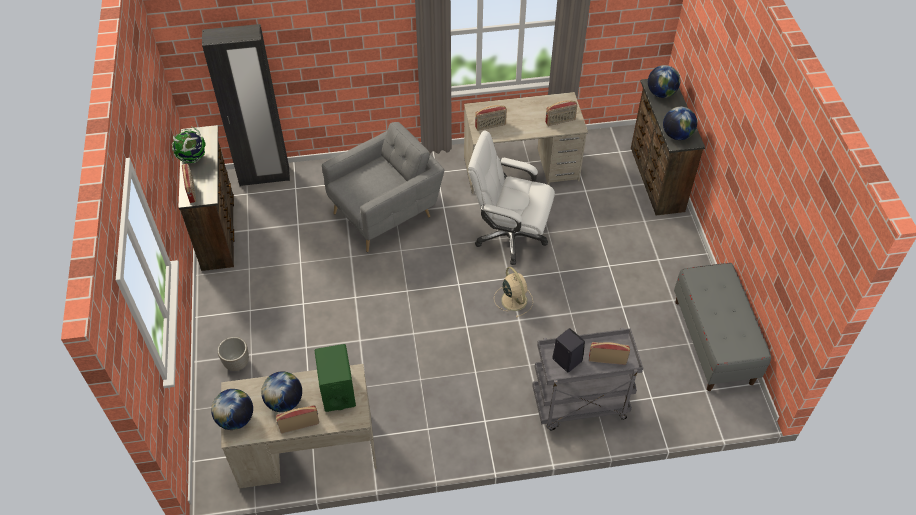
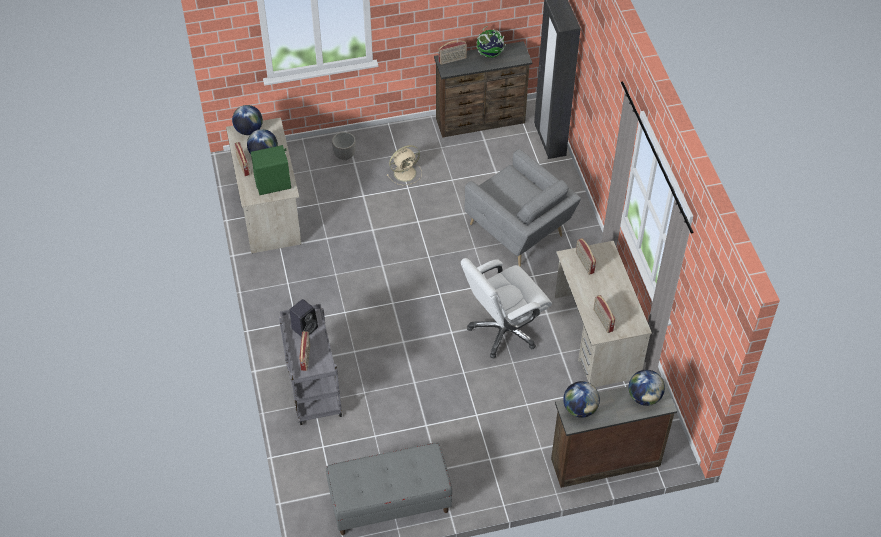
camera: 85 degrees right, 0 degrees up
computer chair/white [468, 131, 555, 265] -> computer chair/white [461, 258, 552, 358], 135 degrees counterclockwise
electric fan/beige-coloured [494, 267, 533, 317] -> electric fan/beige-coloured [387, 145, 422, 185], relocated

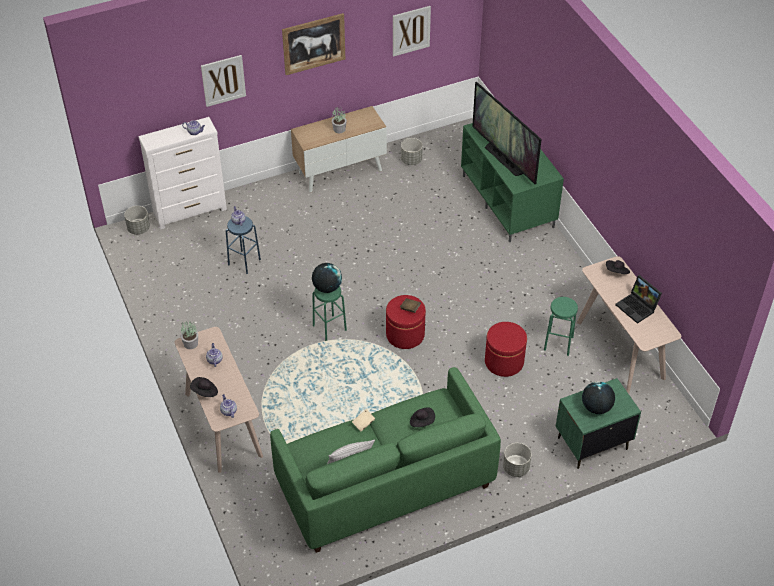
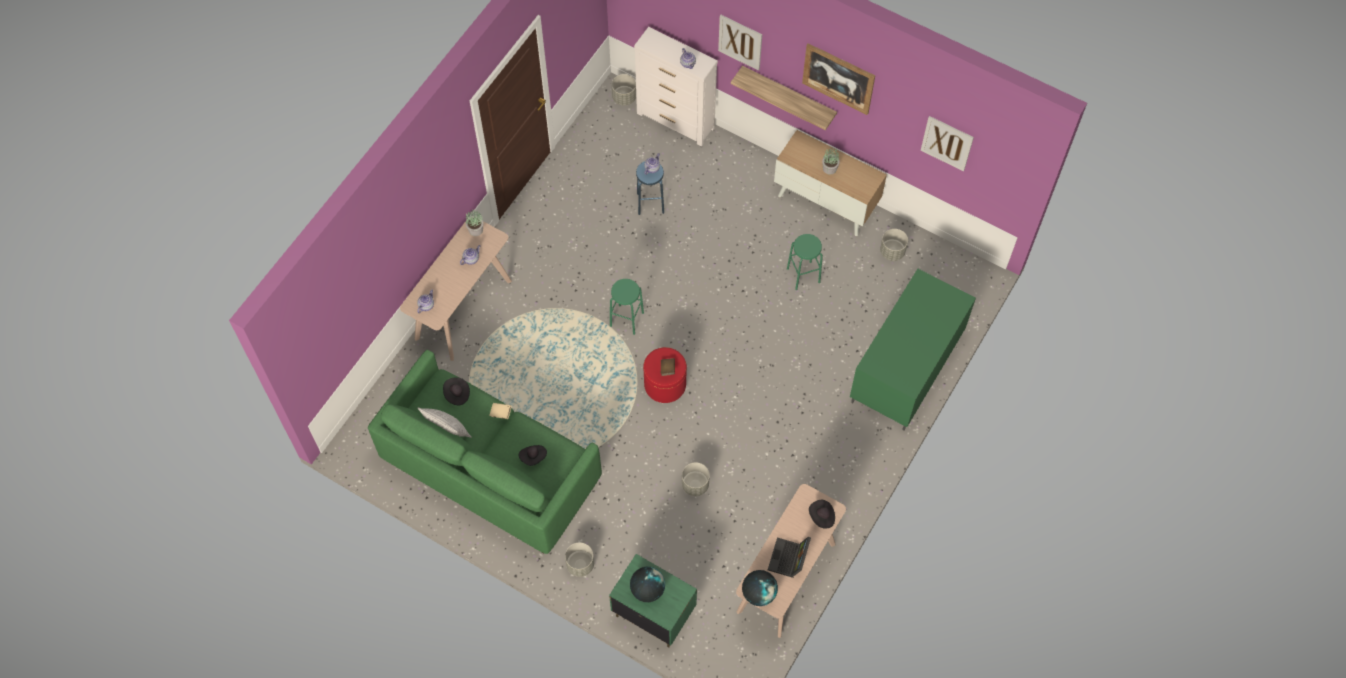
camera: 55 degrees right, 15 degrees up
TV set [472, 82, 542, 184] -> none
world globe [312, 263, 342, 293] -> world globe [742, 570, 778, 606], relocated
stool/green-coloured [544, 297, 578, 356] -> stool/green-coloured [787, 234, 823, 290], relocated
footrest/red-coloured [485, 322, 527, 377] -> flower pot/grey [682, 462, 710, 496]
hat/blackish [190, 377, 218, 397] -> hat/blackish [443, 377, 470, 405], relocated
none -> wall shelf [731, 66, 837, 130]

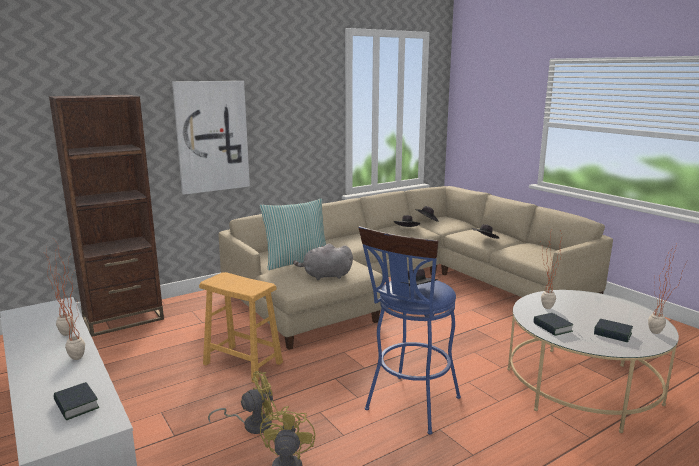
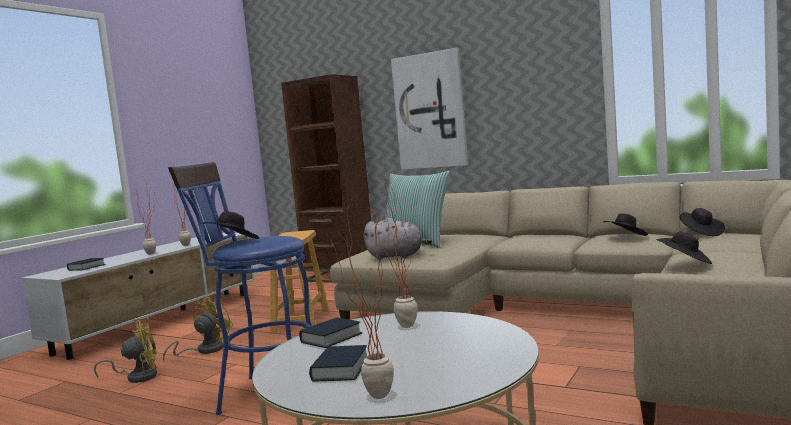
camera: 65 degrees right, 10 degrees down
cuddly toy/grey [293, 244, 353, 280] -> cuddly toy/grey [363, 218, 432, 259], 135 degrees clockwise
electric fan/yellow [208, 371, 278, 434] -> electric fan/yellow [163, 295, 234, 361], 105 degrees counterclockwise

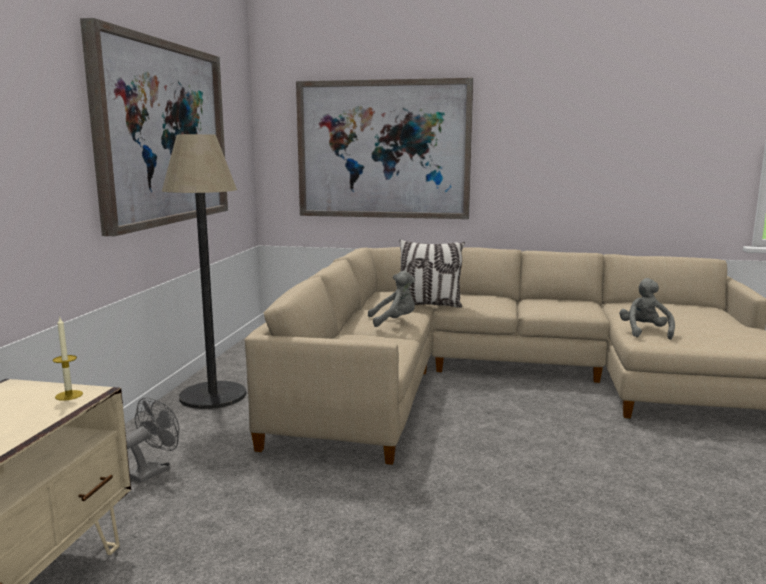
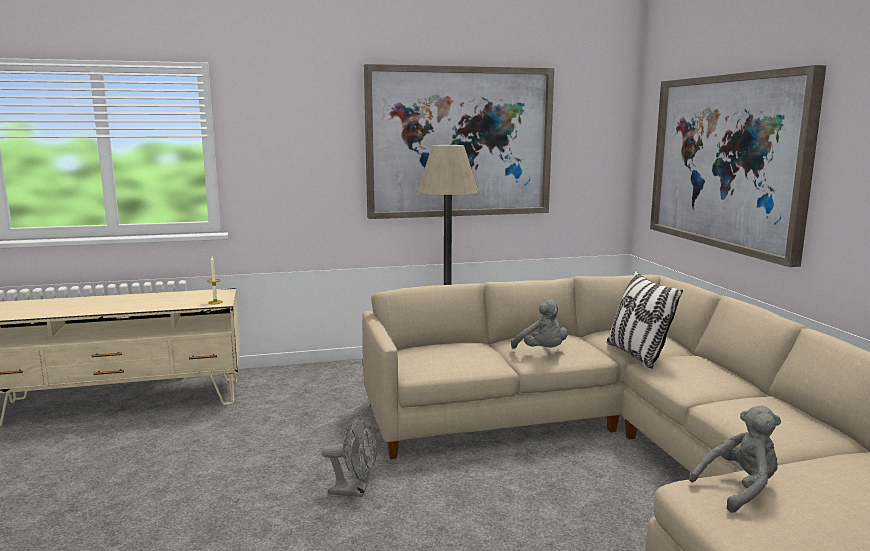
camera: 65 degrees right, 0 degrees up
electric fan/grey [126, 397, 180, 483] -> electric fan/grey [322, 418, 377, 497], relocated

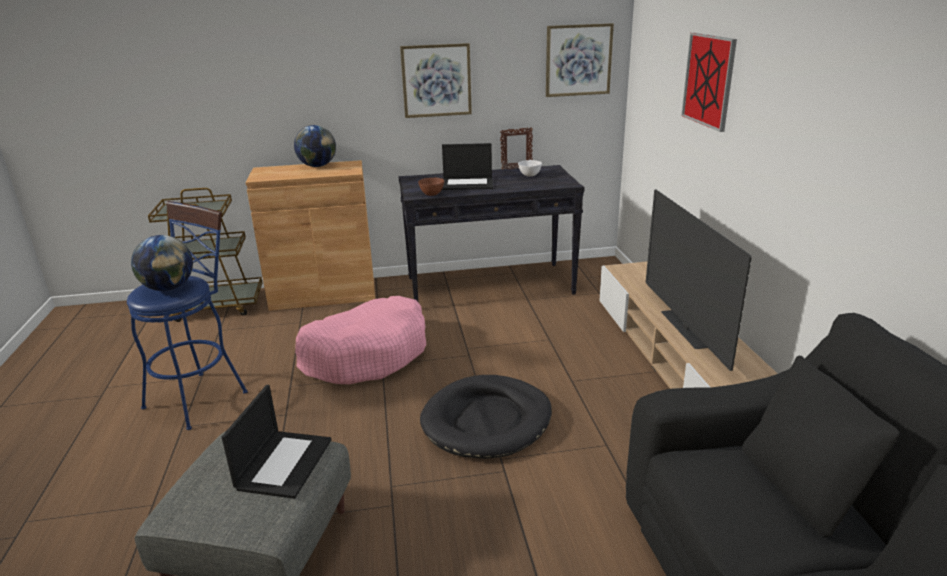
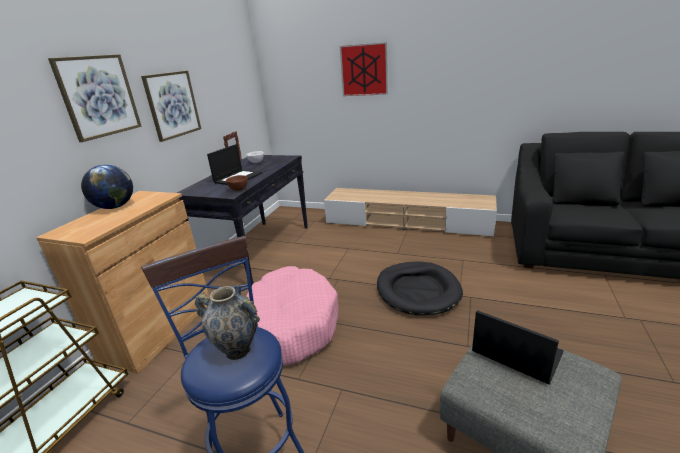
camera: 60 degrees left, 0 degrees up
wall picture [546, 23, 614, 97] -> wall picture [48, 54, 142, 142], relocated
TV set [646, 190, 752, 371] -> none
world globe [131, 235, 193, 291] -> vase [195, 285, 260, 360]

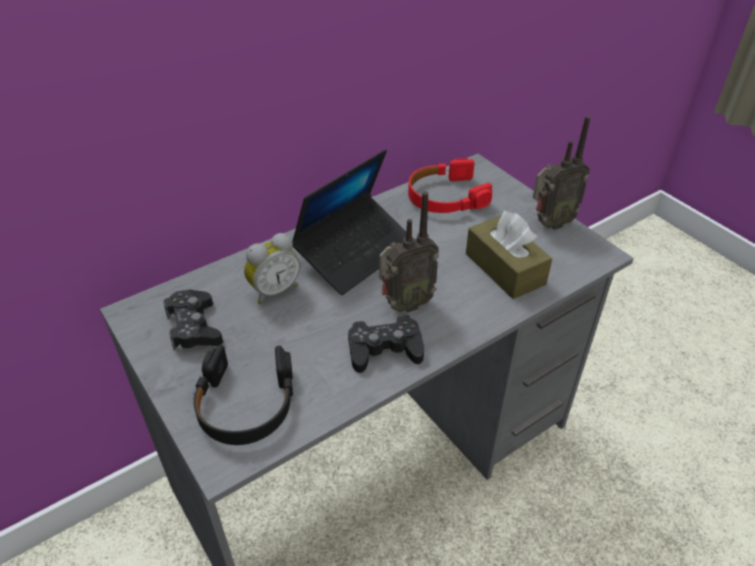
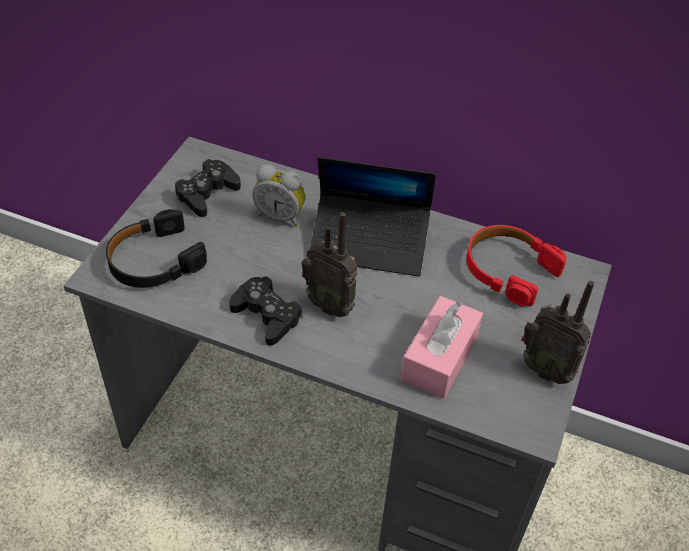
camera: 55 degrees right, 5 degrees up
tissue box/brown [466, 211, 552, 299] -> tissue box/pinkish [400, 296, 483, 399]

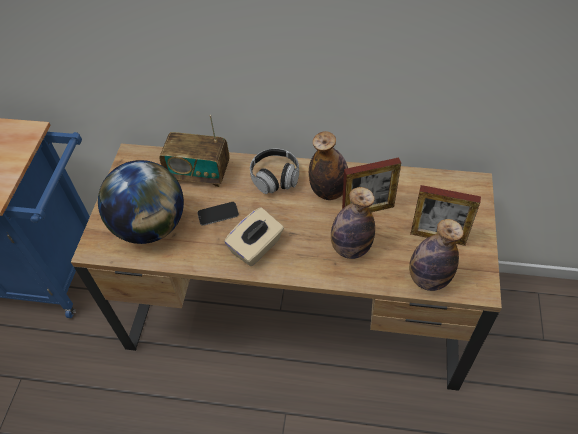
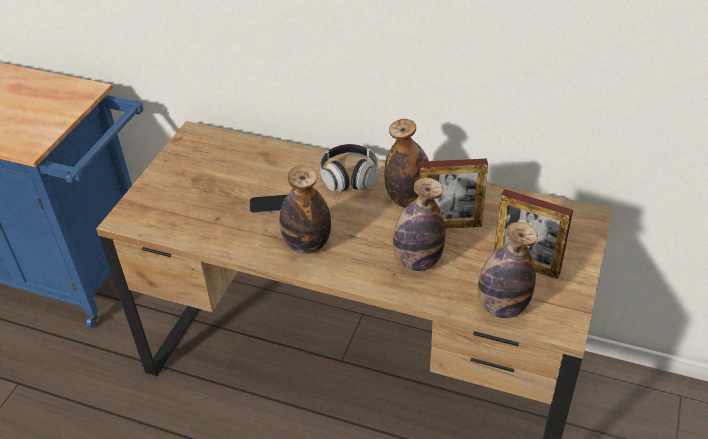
camera: 10 degrees right, 10 degrees down
radio receiver [159, 115, 229, 187] -> none
world globe [98, 160, 184, 244] -> none
tissue box/beige-coloured [224, 207, 284, 266] -> drink bottle [279, 165, 331, 254]

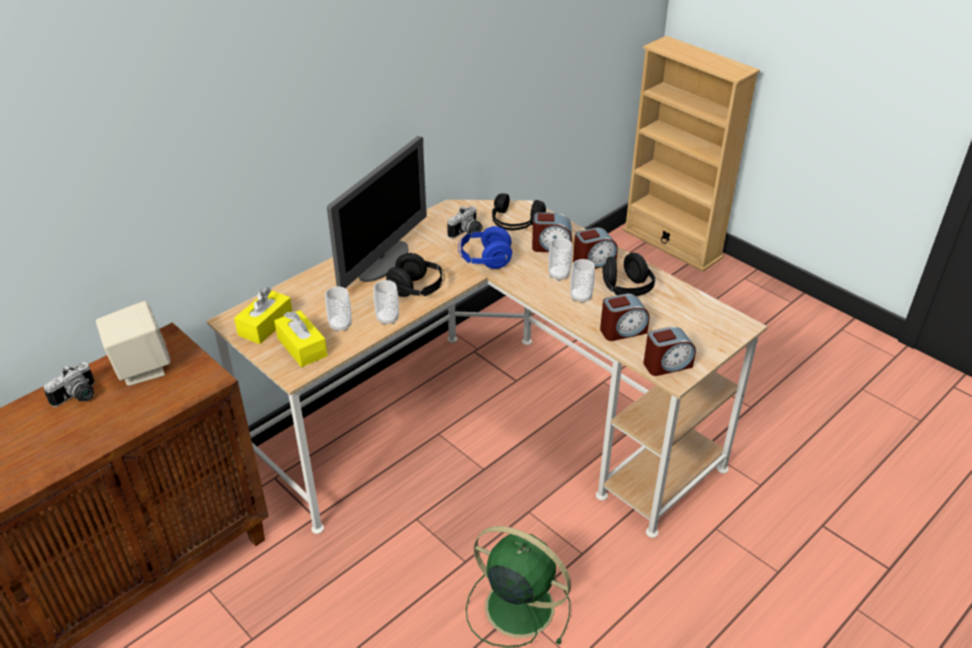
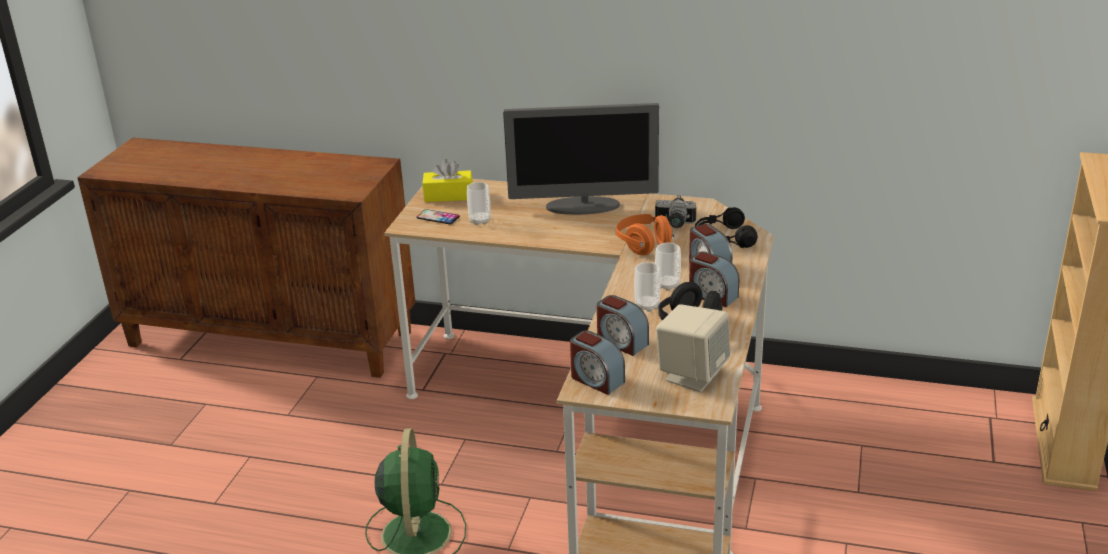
camera: 60 degrees right, 10 degrees down
pair of headphones/bluish [458, 226, 512, 269] -> pair of headphones/orange [616, 214, 674, 256]
pair of headphones/blackish [386, 253, 445, 297] -> none
cup [374, 280, 399, 325] -> none
audio speaker/beige-coloured [96, 301, 171, 386] -> audio speaker/beige-coloured [656, 304, 730, 392], relocated
tissue box/yellow [274, 310, 328, 367] -> handset [417, 209, 460, 224]
photo camera [44, 362, 94, 407] -> none

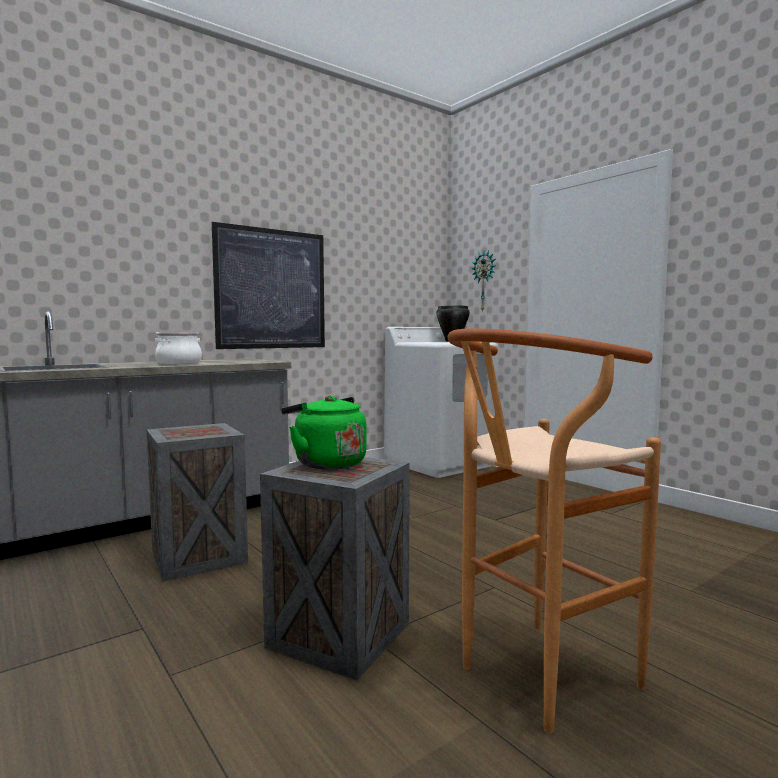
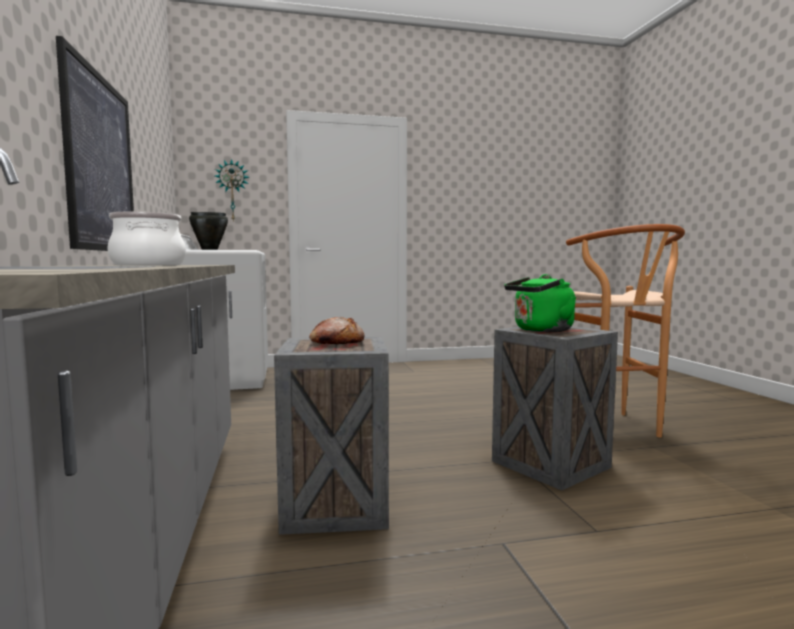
camera: 65 degrees left, 0 degrees up
none -> bakery bread [309, 317, 364, 344]

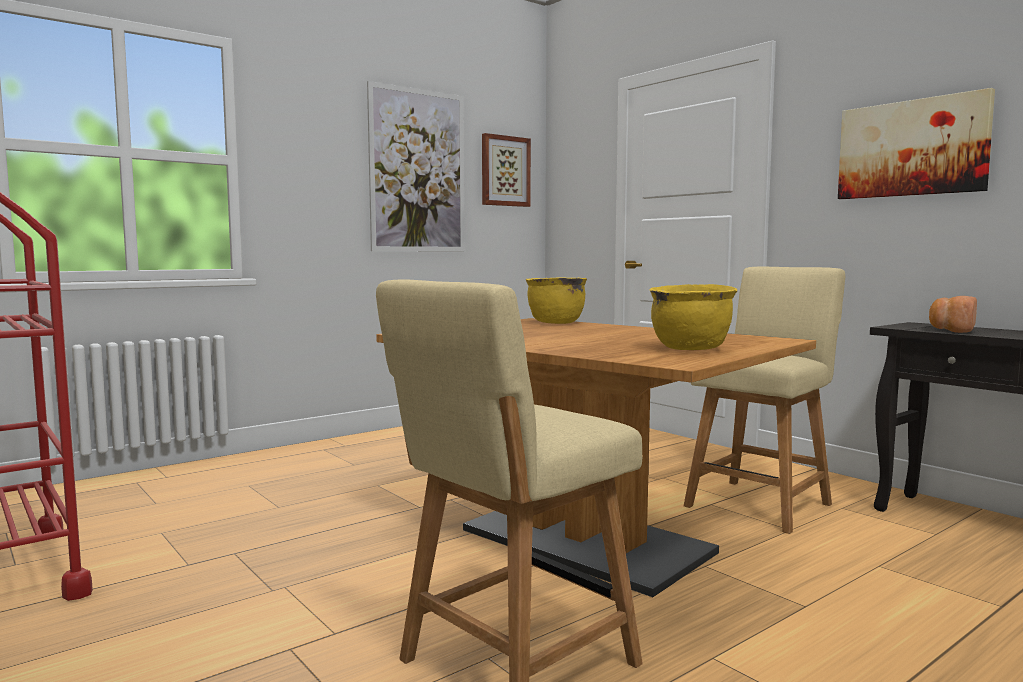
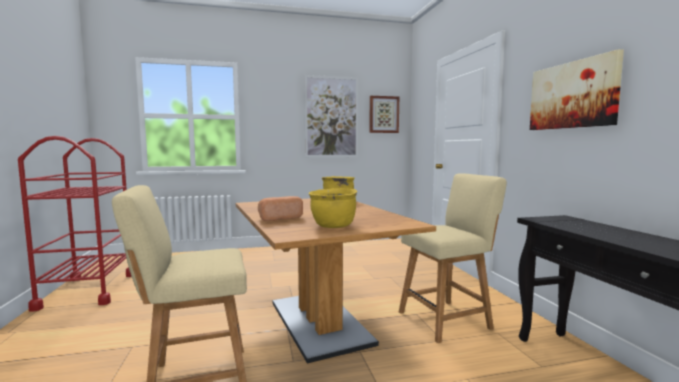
camera: 25 degrees right, 0 degrees up
bakery bread [929, 296, 977, 333] -> bakery bread [258, 196, 303, 221], relocated

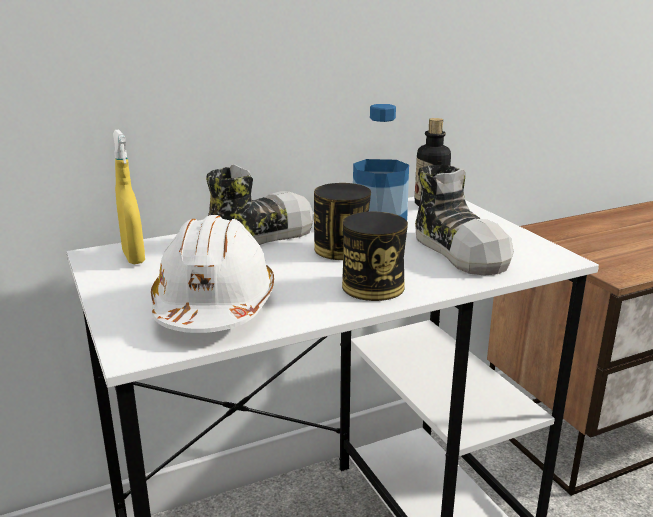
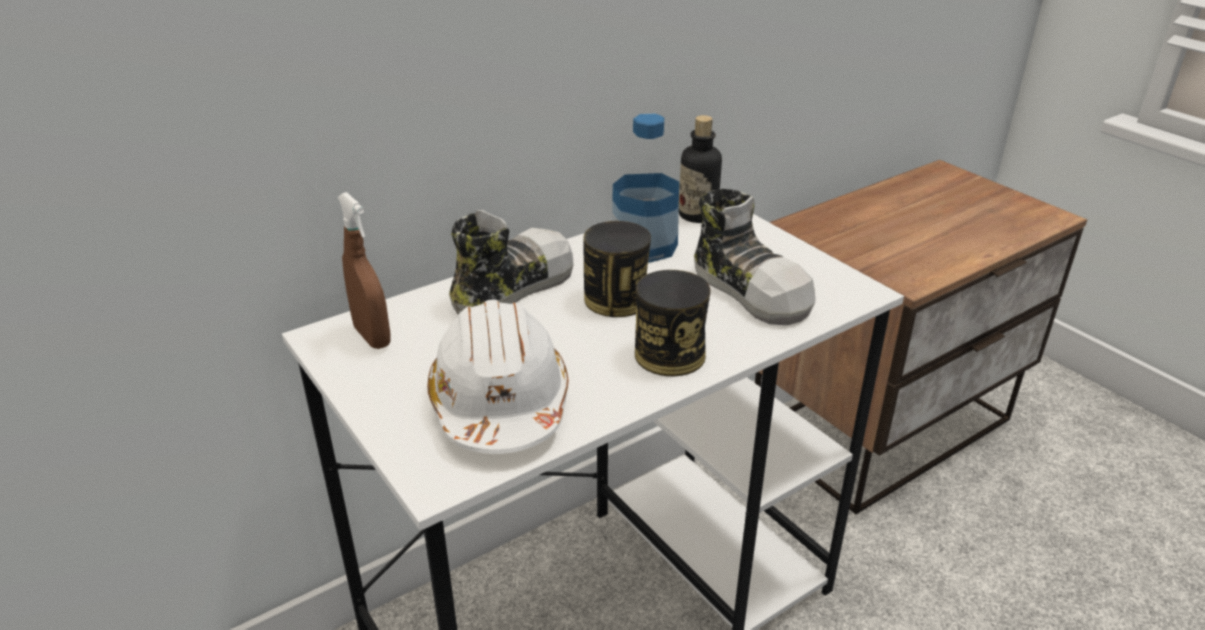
camera: 10 degrees left, 10 degrees up
sprayer/yellow [113, 129, 145, 264] -> sprayer/brown [338, 192, 391, 349]

